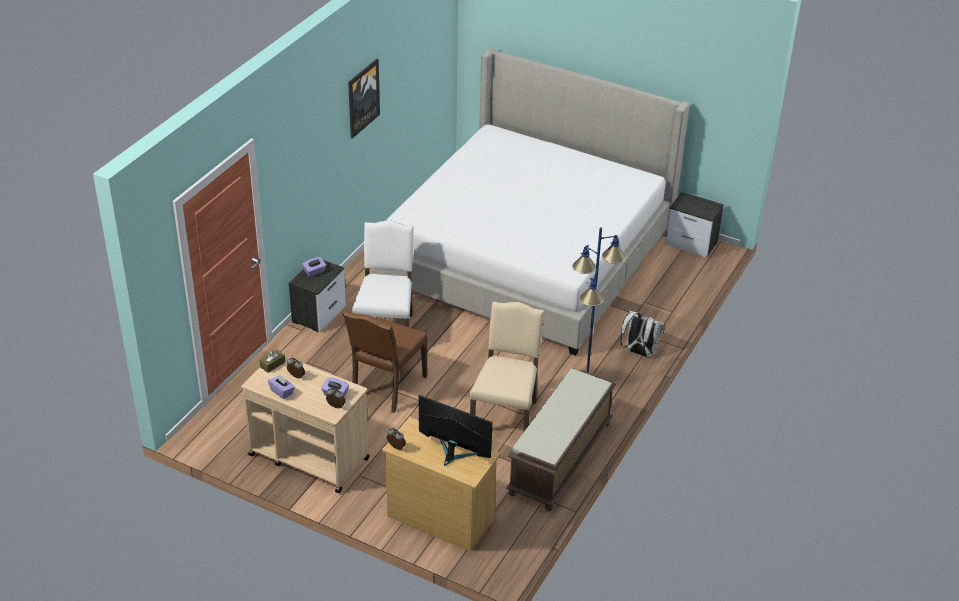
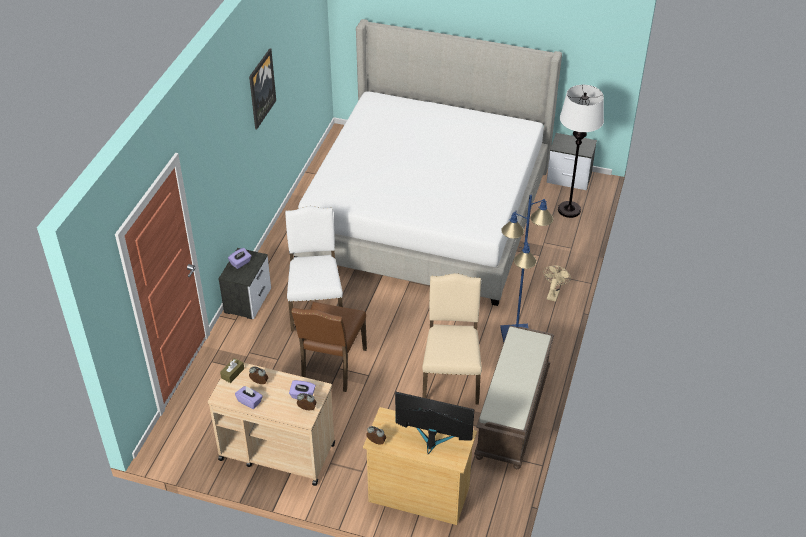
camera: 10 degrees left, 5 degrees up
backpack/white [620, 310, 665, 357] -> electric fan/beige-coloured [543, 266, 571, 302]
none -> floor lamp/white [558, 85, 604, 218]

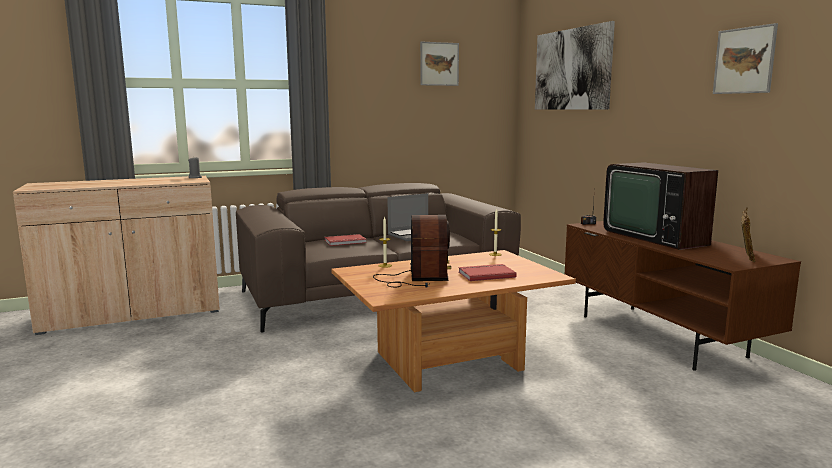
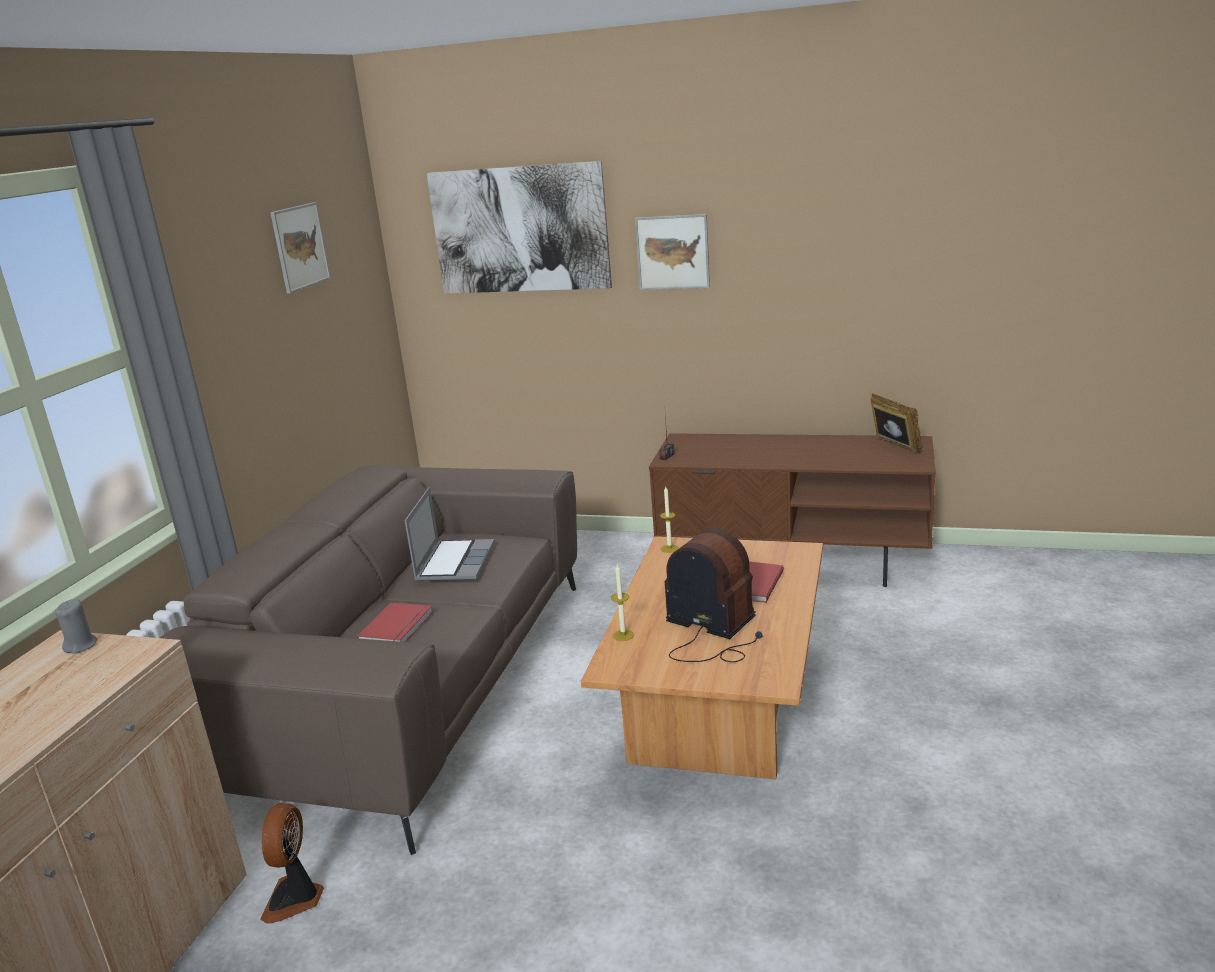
camera: 50 degrees left, 10 degrees up
wall picture [713, 23, 778, 94] -> wall picture [635, 214, 710, 290], relocated
TV set [603, 162, 718, 250] -> none
none -> electric fan [260, 803, 324, 924]

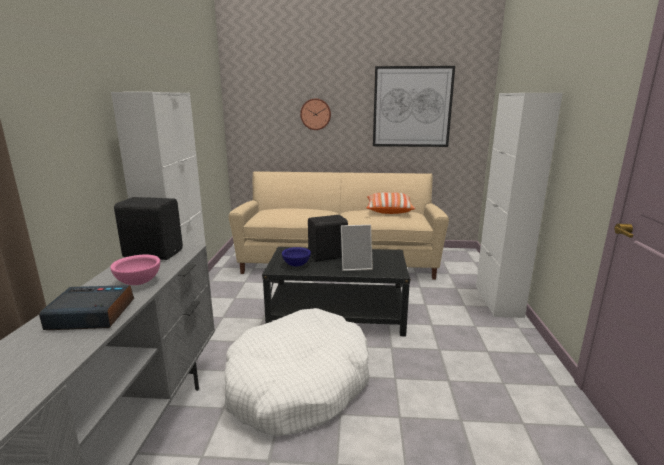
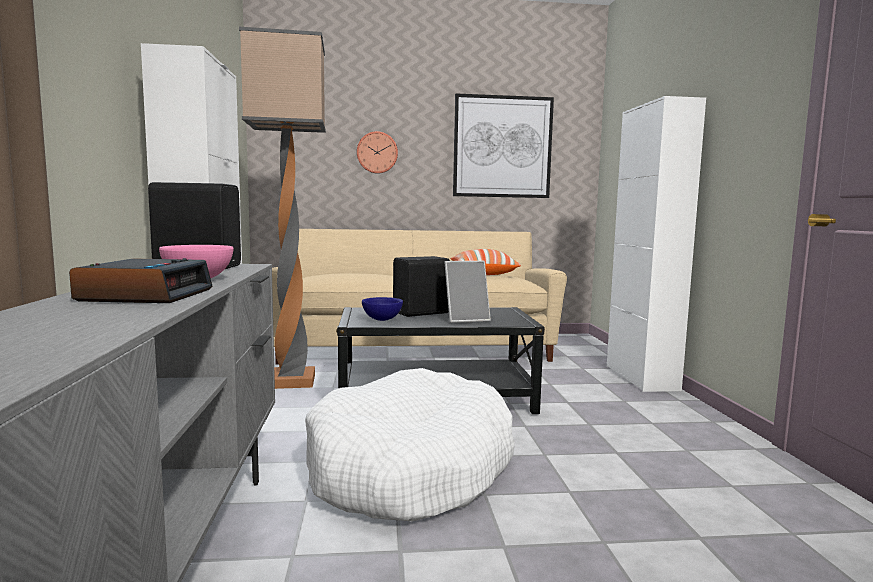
camera: 10 degrees left, 10 degrees down
bedside clock [39, 285, 134, 330] -> bedside clock [69, 258, 212, 303], 105 degrees clockwise
none -> floor lamp [239, 27, 326, 389]

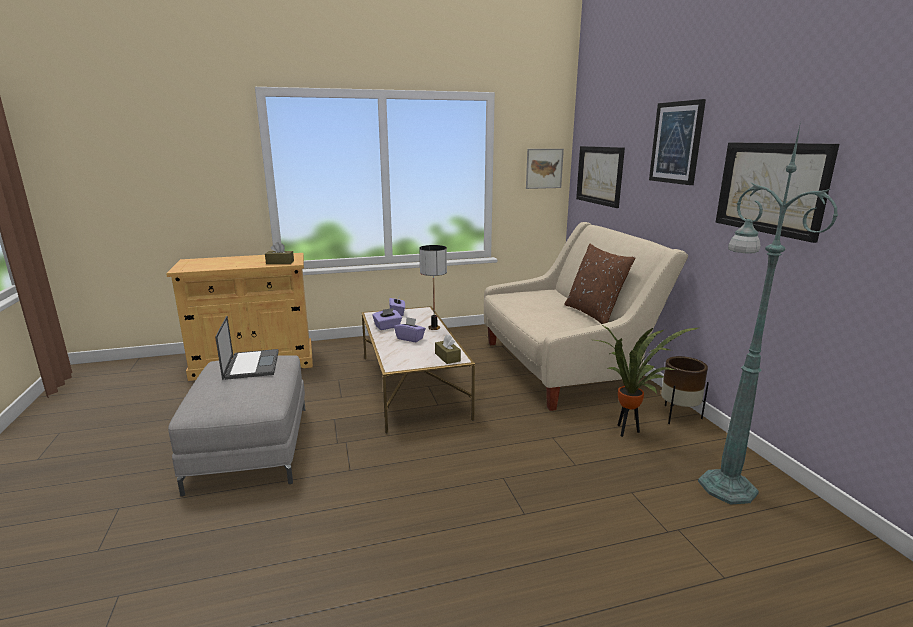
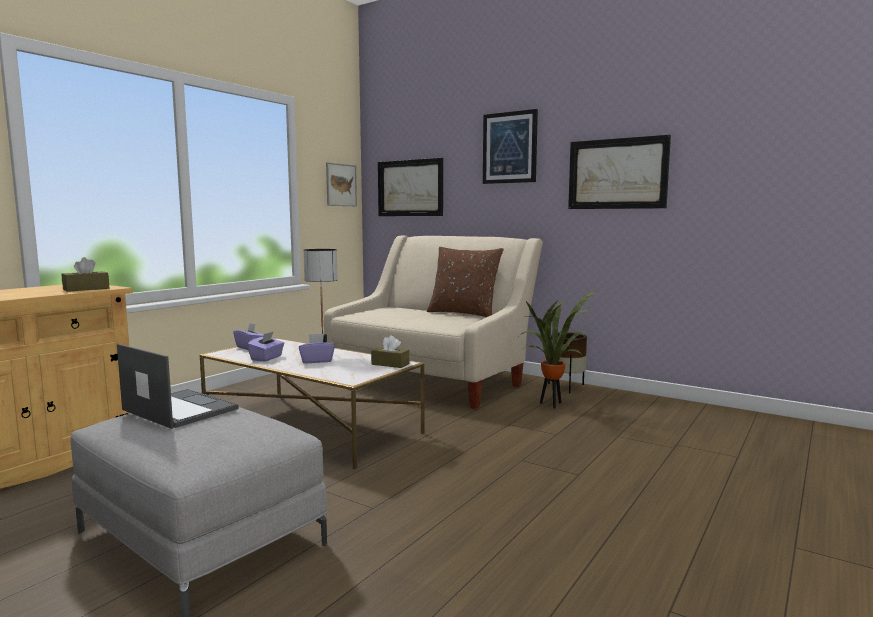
camera: 40 degrees left, 10 degrees down
floor lamp/green-coloured [698, 122, 839, 505] -> none

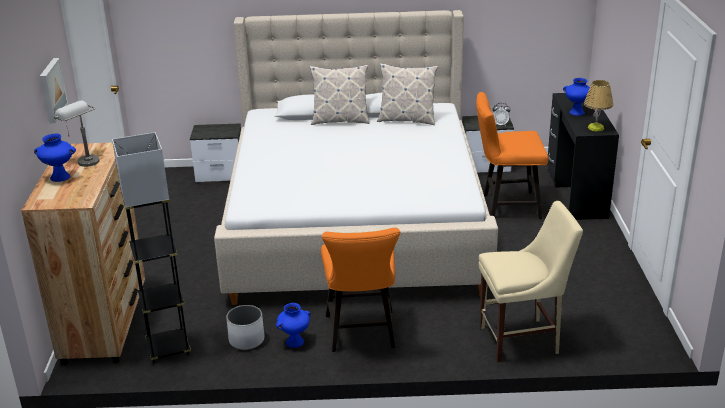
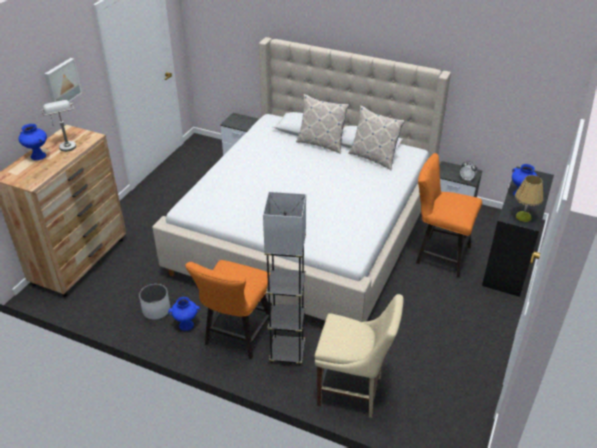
camera: 25 degrees right, 10 degrees up
floor lamp/grey [112, 132, 191, 363] -> floor lamp/grey [263, 192, 306, 366], relocated

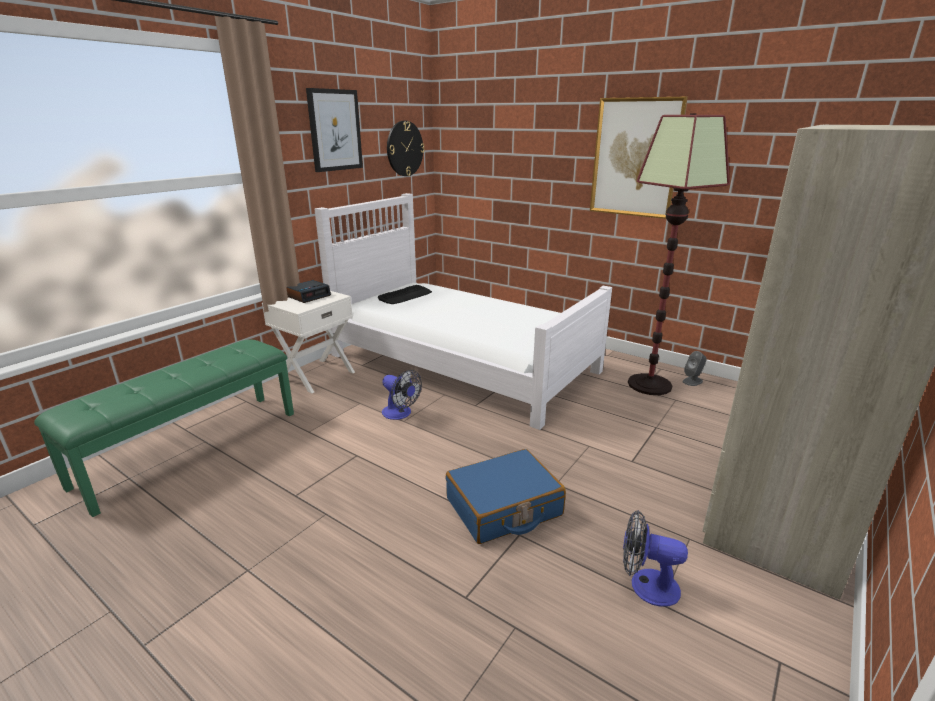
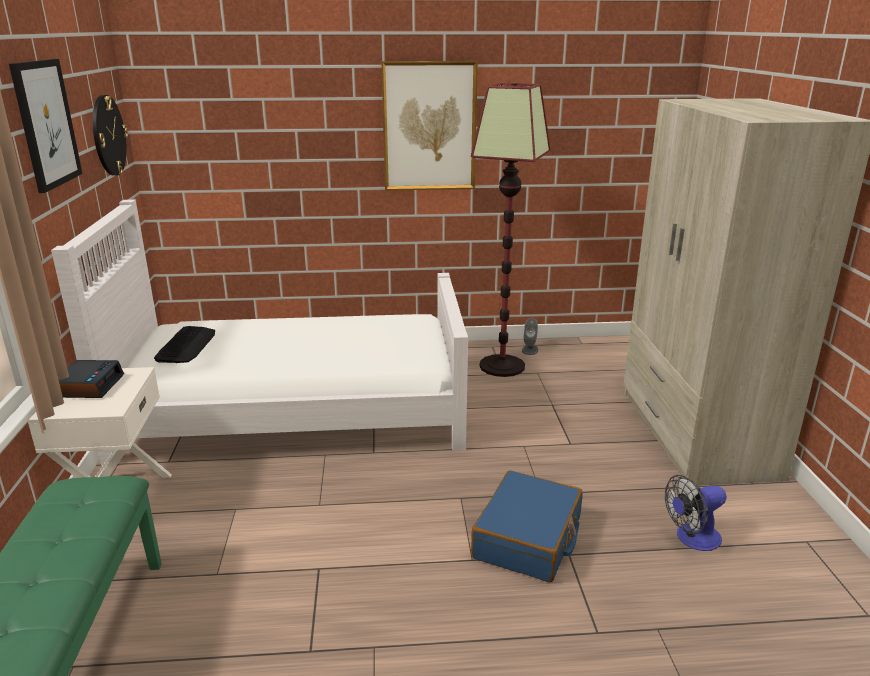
camera: 40 degrees left, 0 degrees up
electric fan [382, 370, 422, 420] -> none

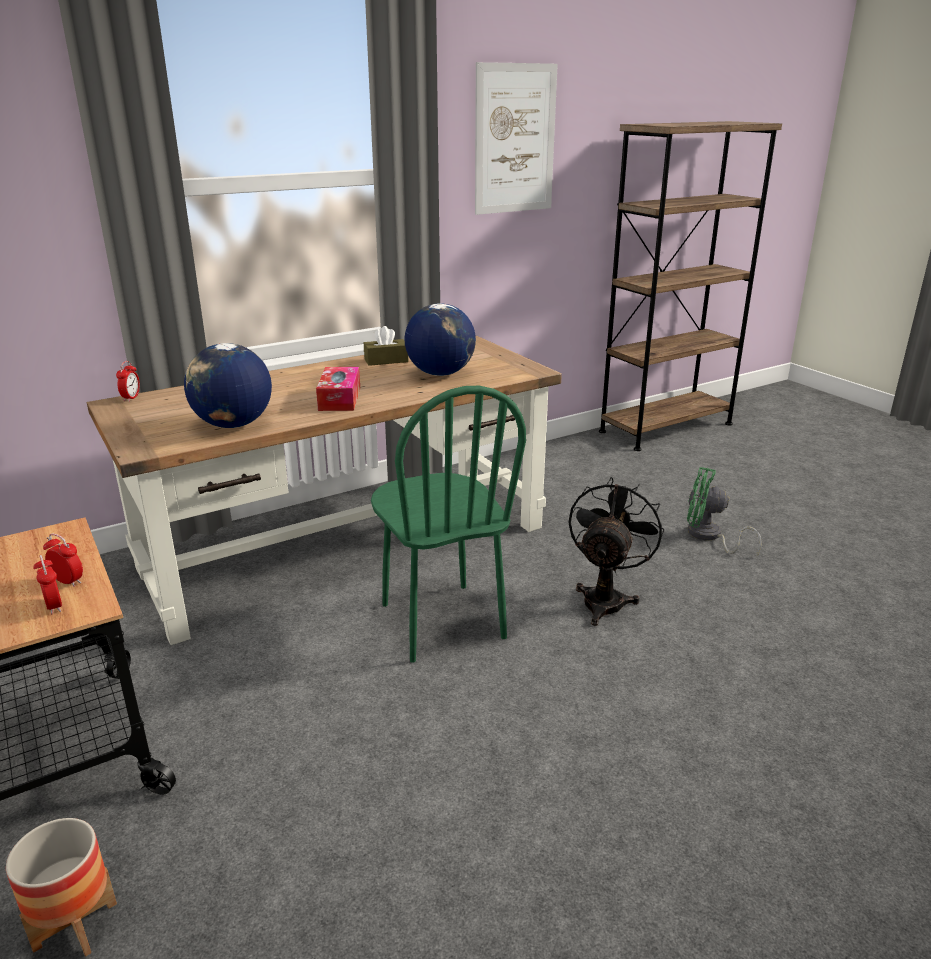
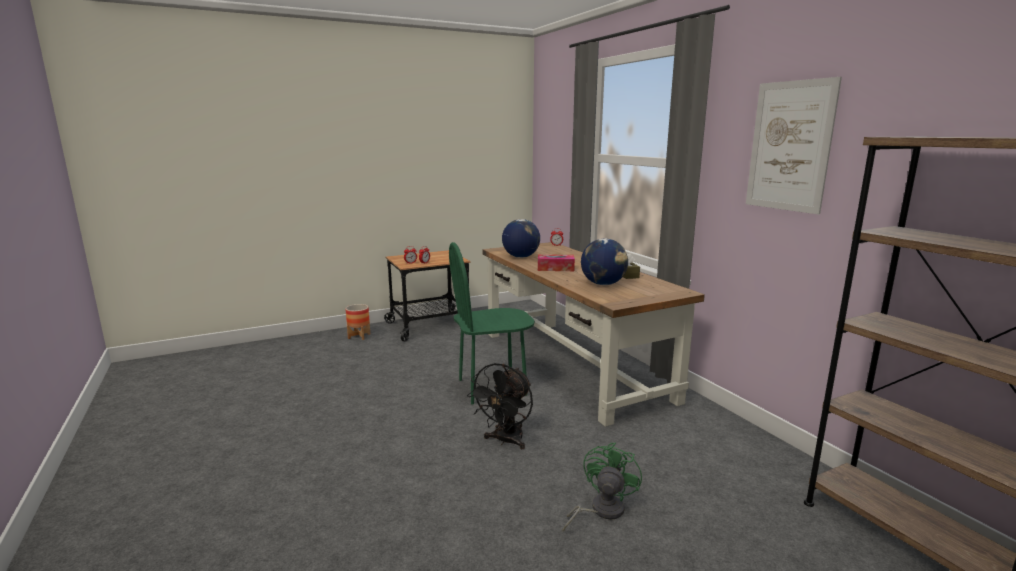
camera: 95 degrees right, 10 degrees down
electric fan/blackish [568, 477, 664, 626] -> electric fan/blackish [467, 363, 533, 449], 90 degrees clockwise

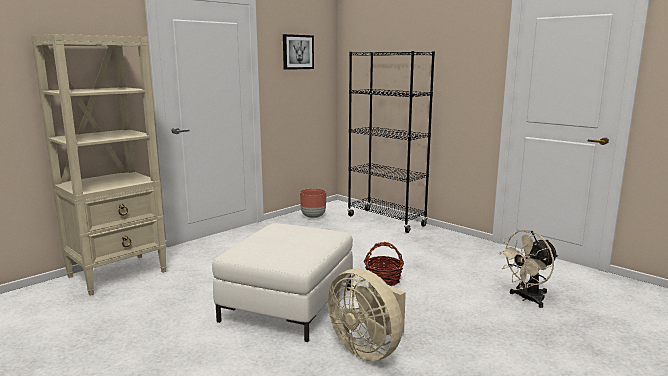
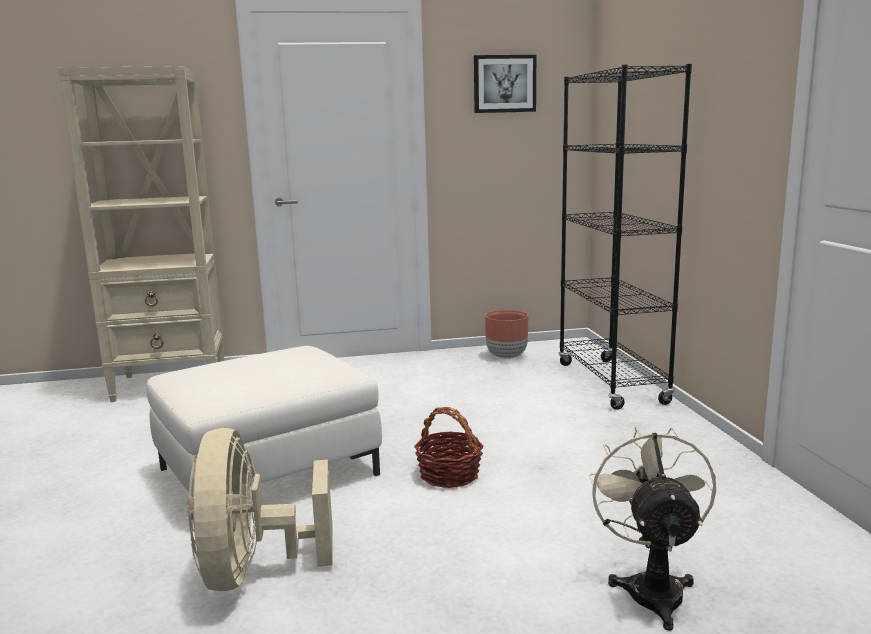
camera: 35 degrees right, 0 degrees up
electric fan/beige-coloured [498, 230, 558, 308] -> electric fan/beige-coloured [589, 426, 716, 631], 90 degrees clockwise

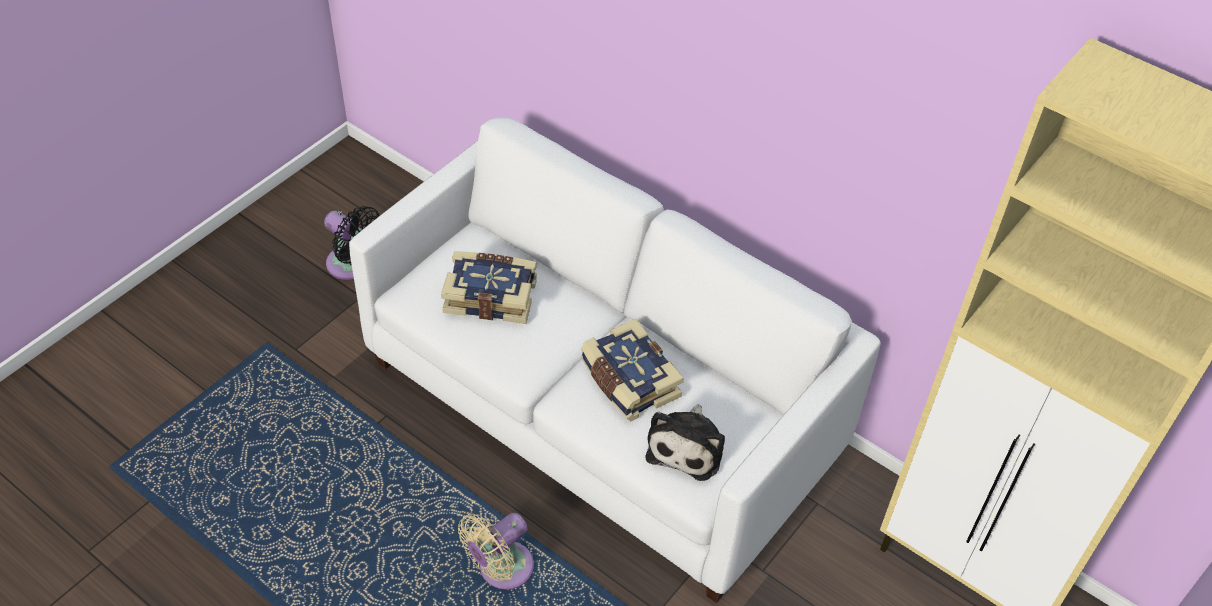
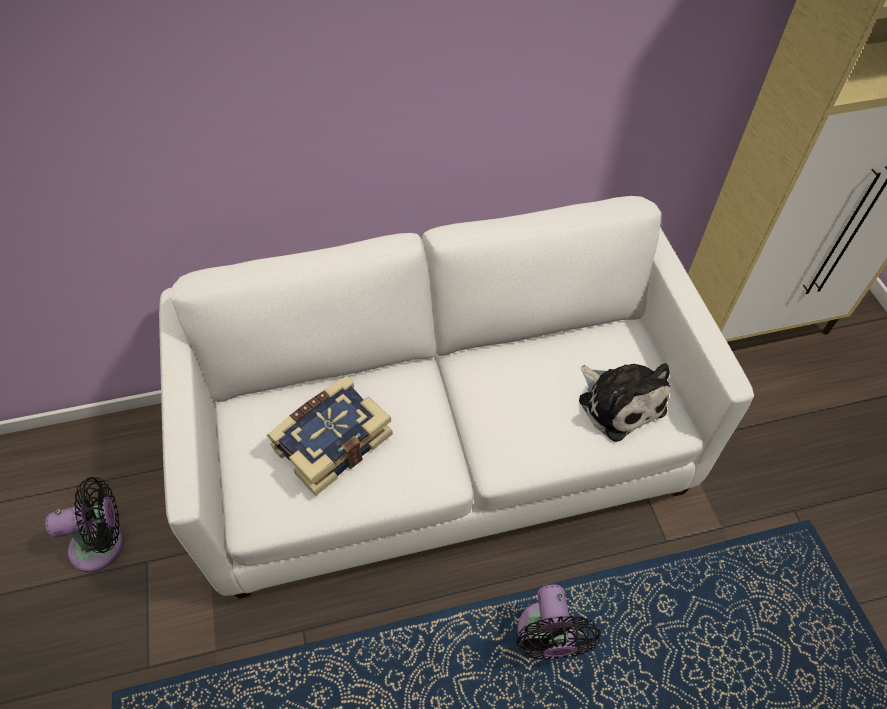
camera: 50 degrees left, 5 degrees up
volume [581, 318, 684, 421] -> none
electric fan/beige-coloured [458, 513, 534, 590] -> electric fan/blackish [516, 584, 601, 660]

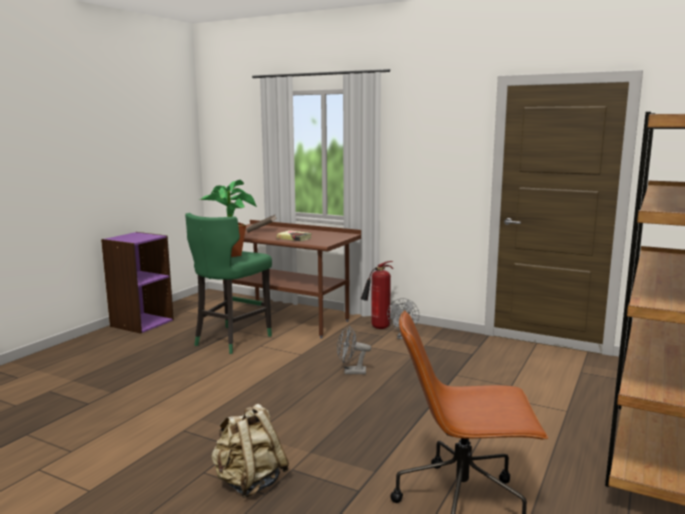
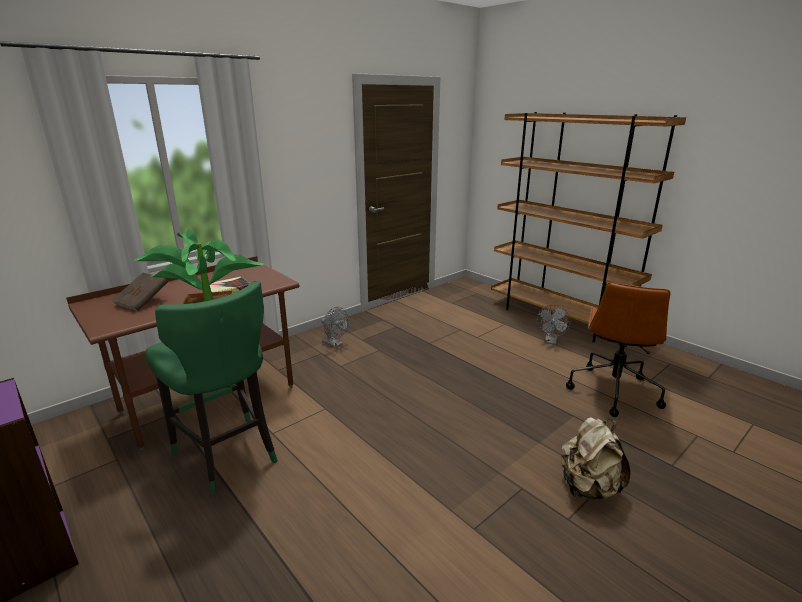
camera: 70 degrees left, 10 degrees up
extinguisher [361, 261, 393, 329] -> none
electric fan/grey [337, 326, 371, 375] -> electric fan/grey [537, 305, 570, 345], relocated

